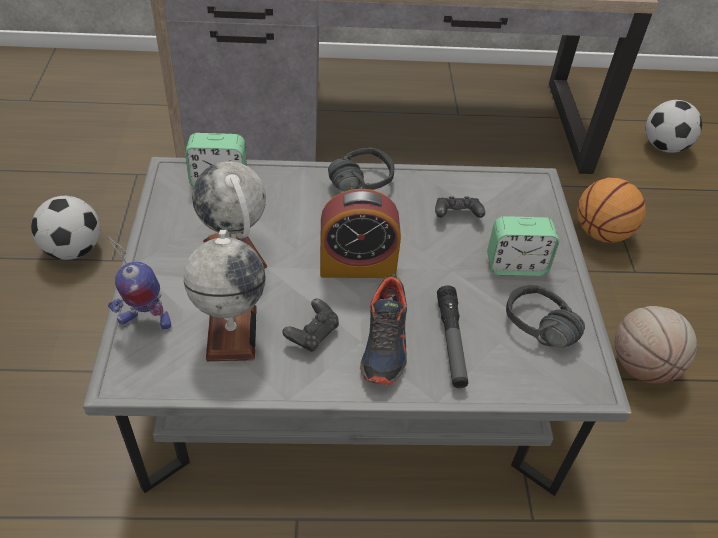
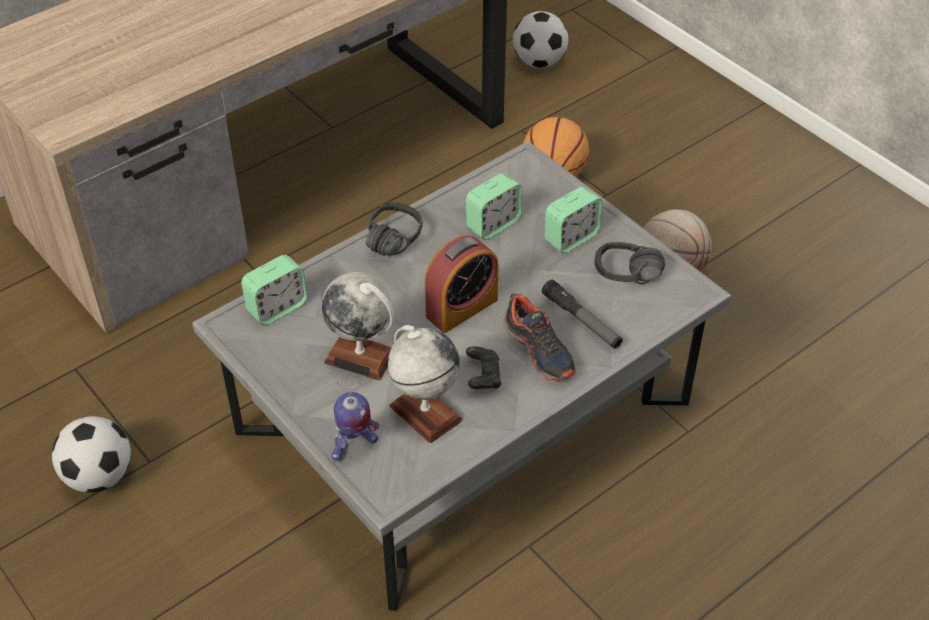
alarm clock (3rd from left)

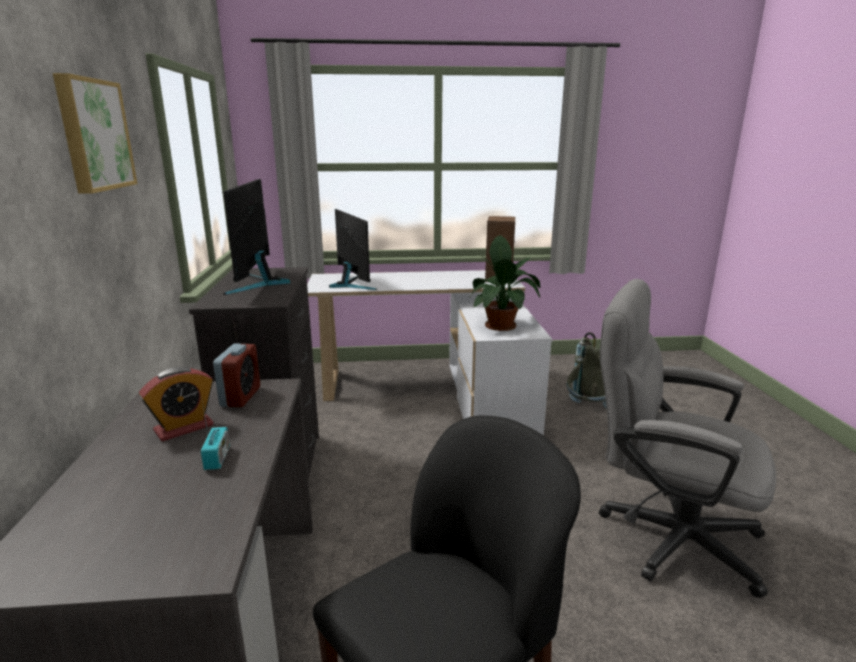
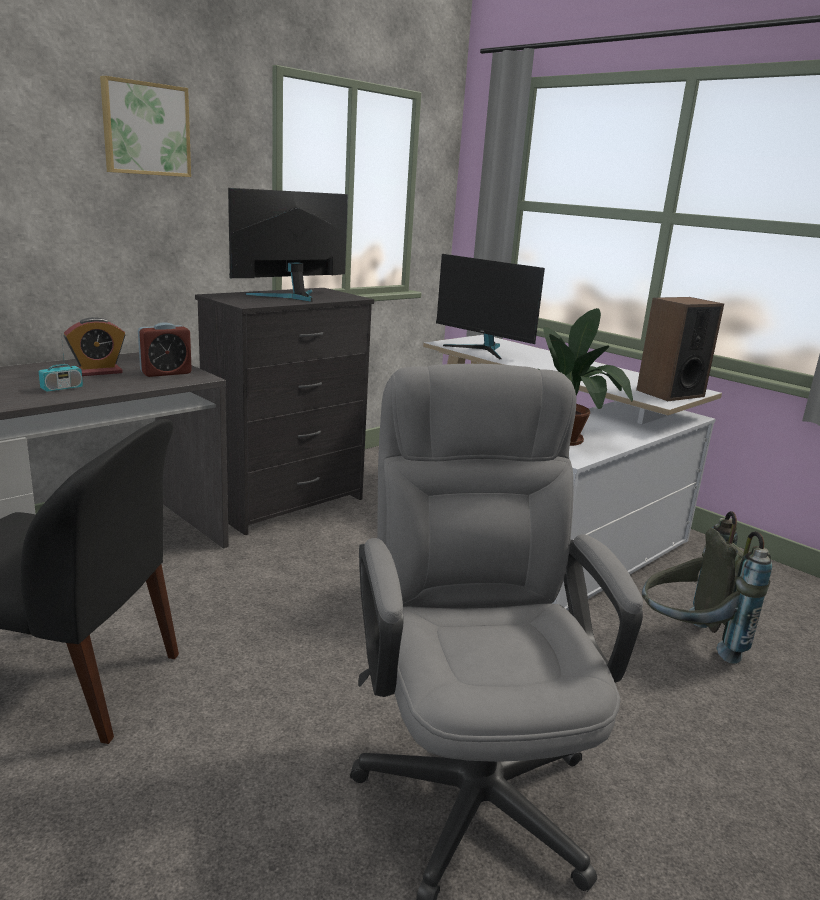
monitor (2nd from left)
alarm clock (1st from left)

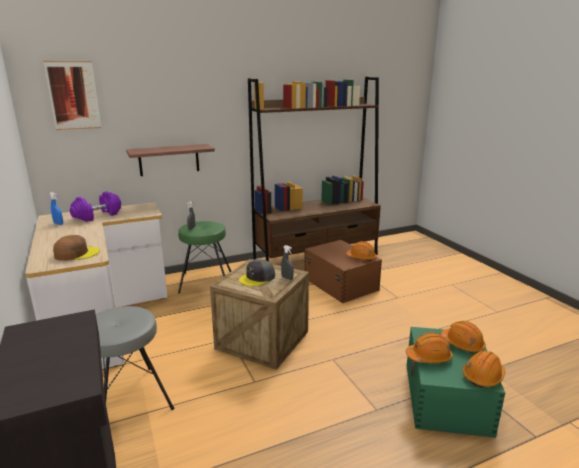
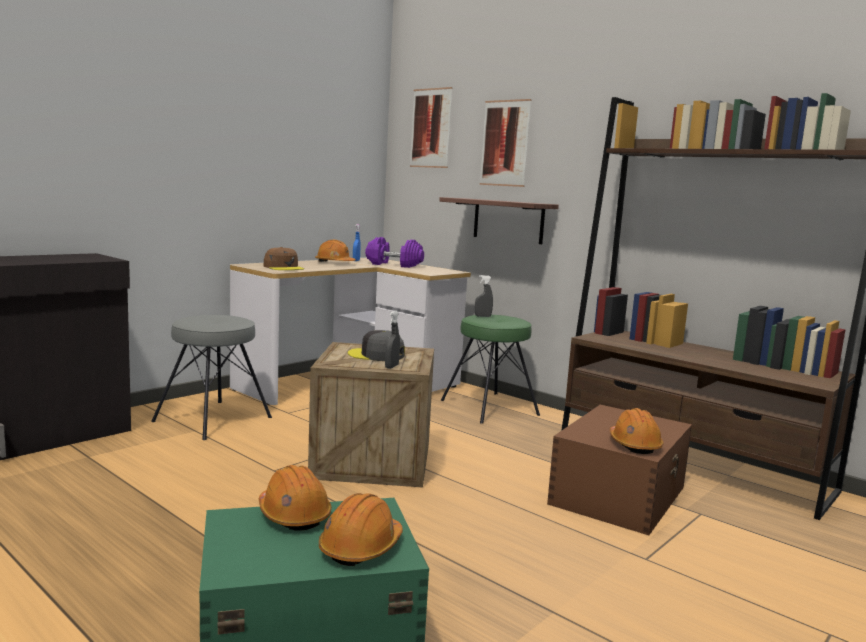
orange-coloured hard hat (2nd from left)
picture (2nd from left)

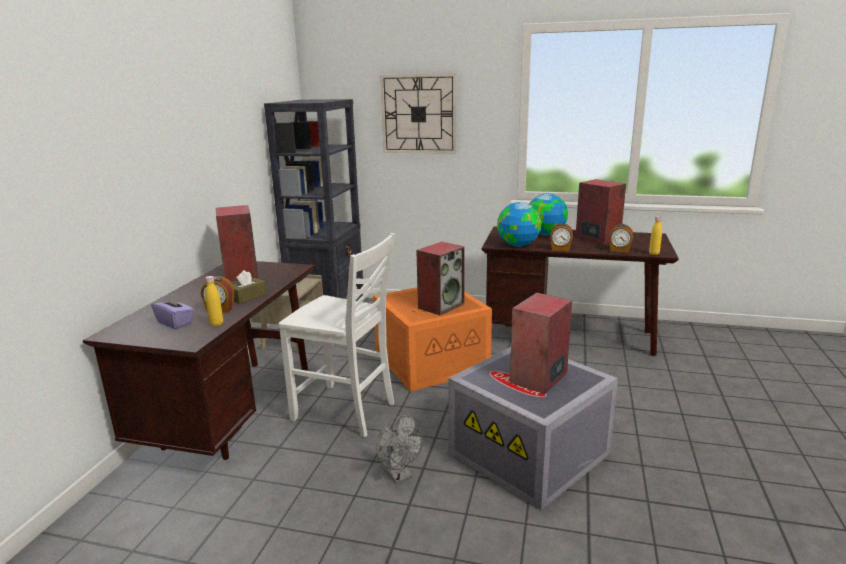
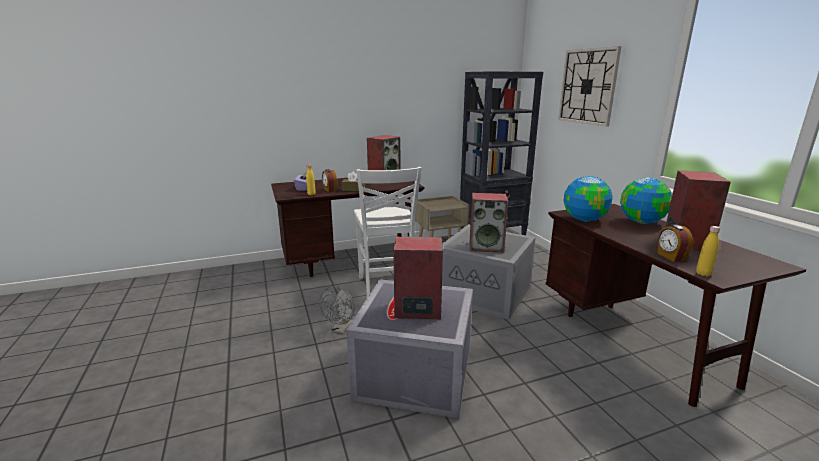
alarm clock (2nd from left in the first image)
gray storage container (2nd from left)

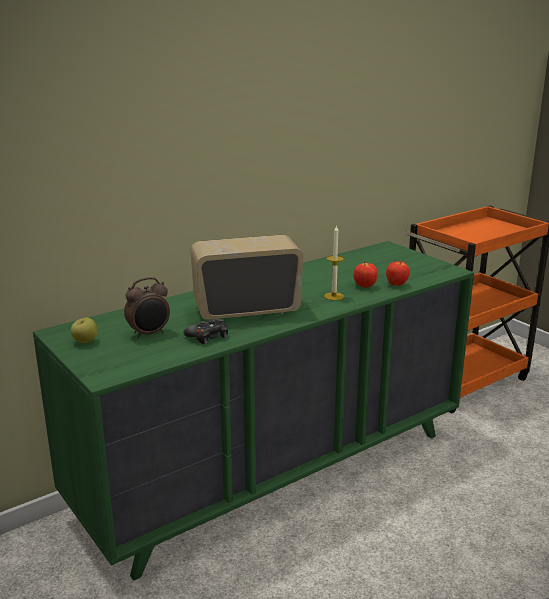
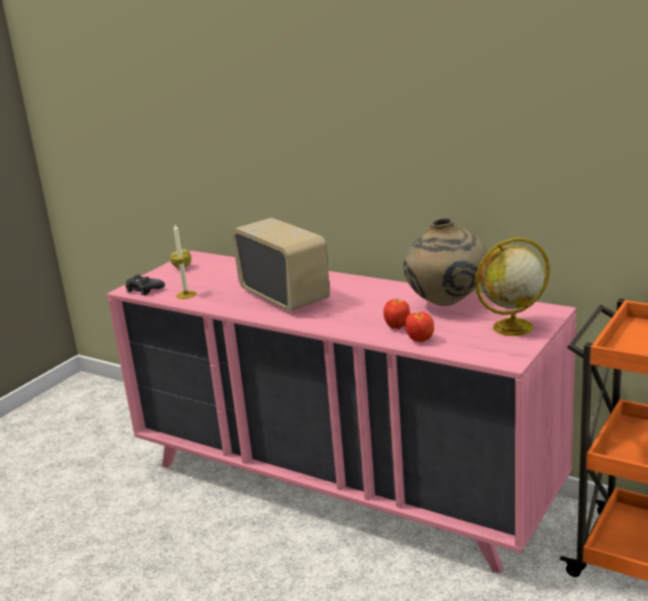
candle
pinkish dresser
alarm clock
blackish game controller
sand-coloured flower vase
world globe

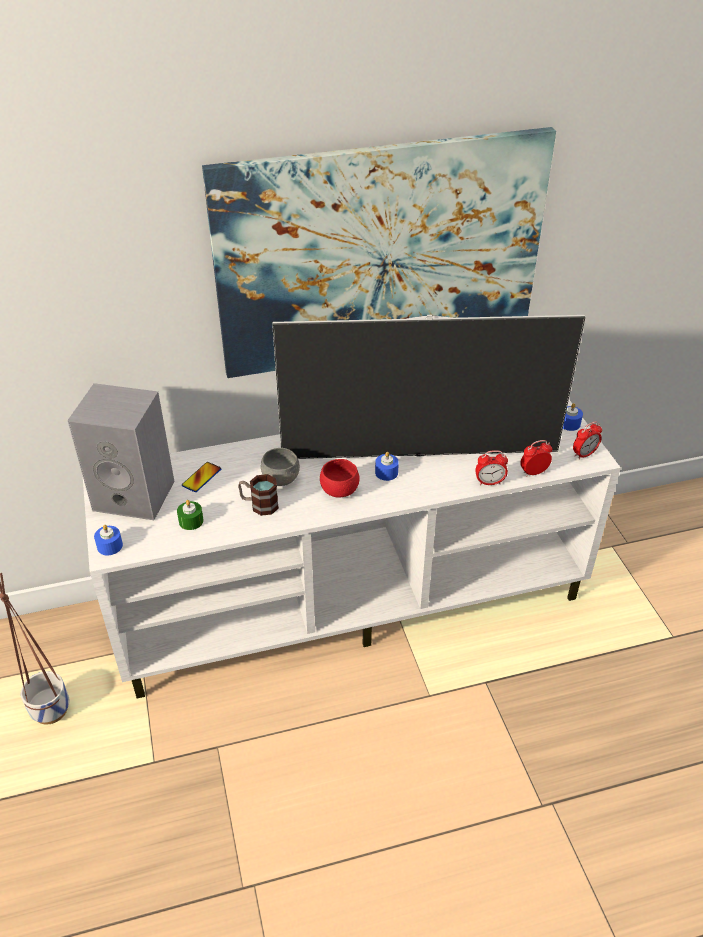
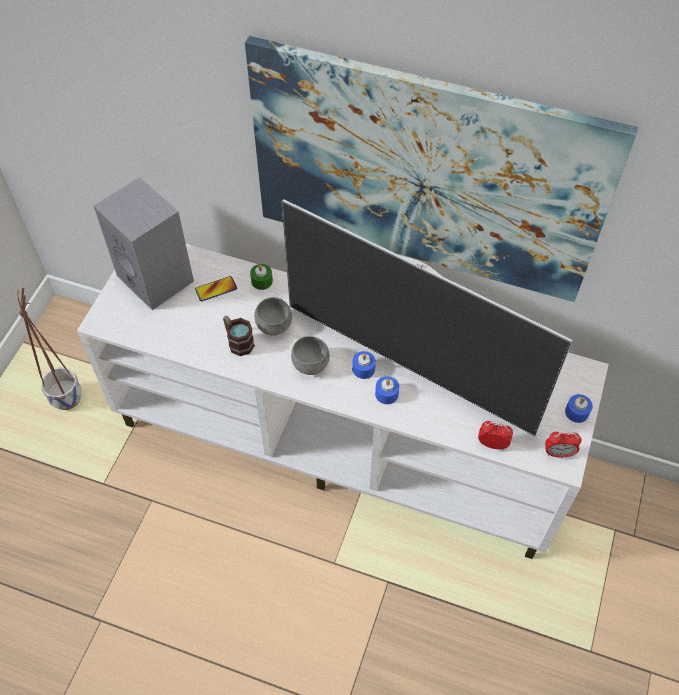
alarm clock (1st from left in the first image)
gray deep dish (2nd from left)
greenish candle
blue candle (2nd from left)

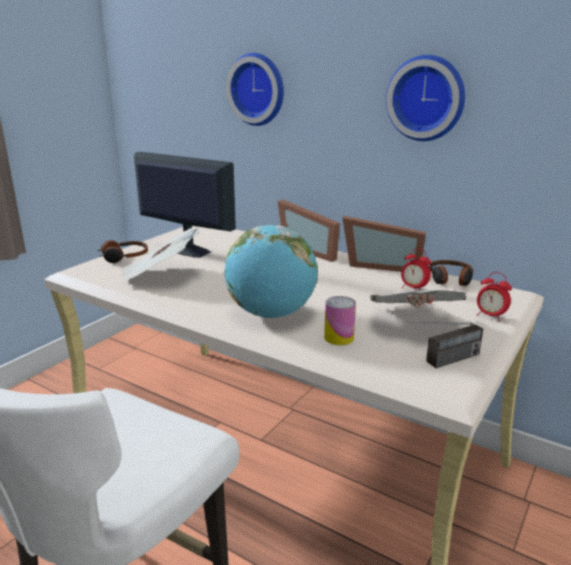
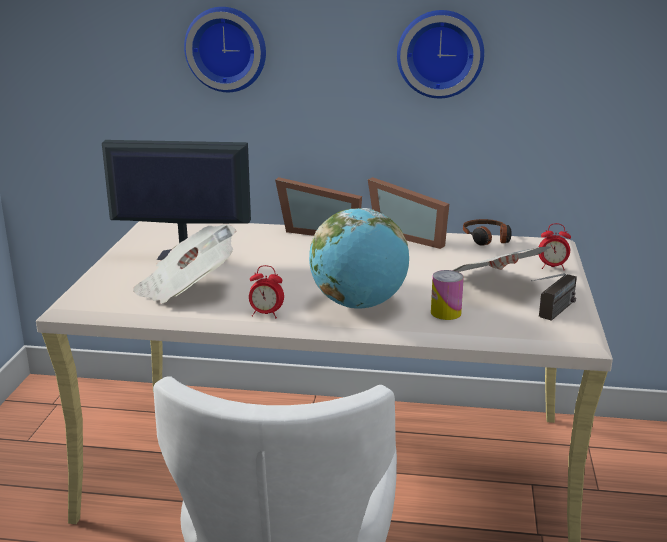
photo frame (2nd from left)
headset (1st from left in the first image)
alarm clock (1st from left)

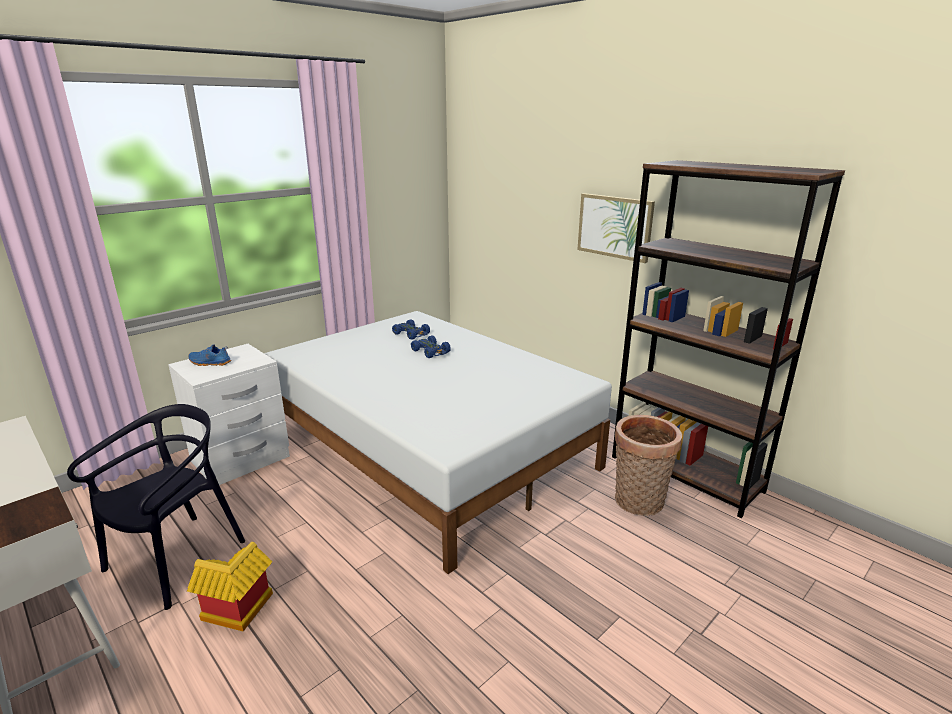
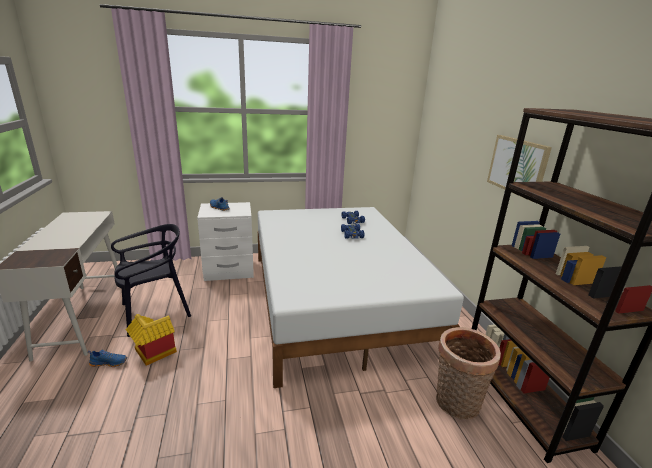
blue low shoe (1st from left)

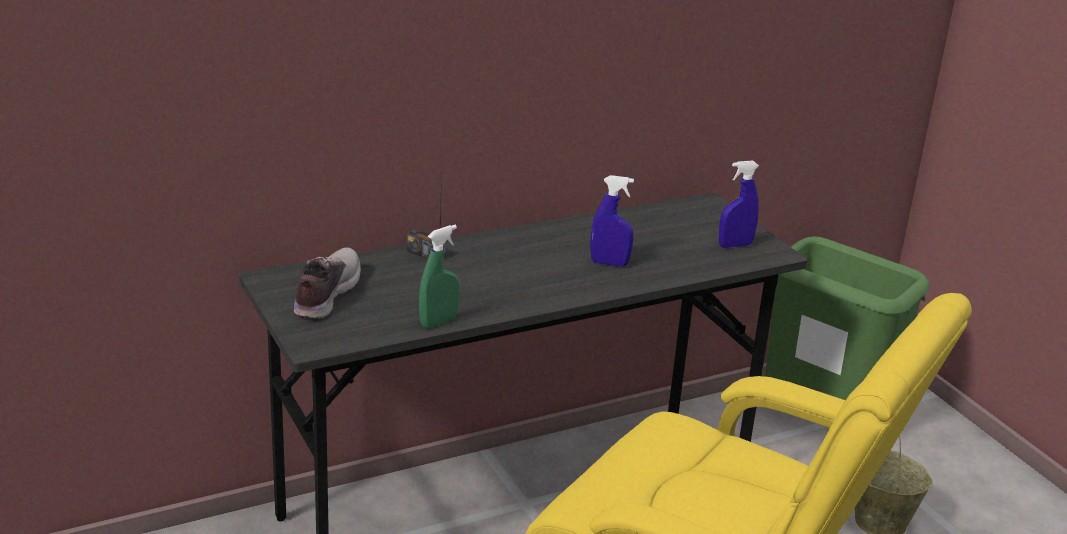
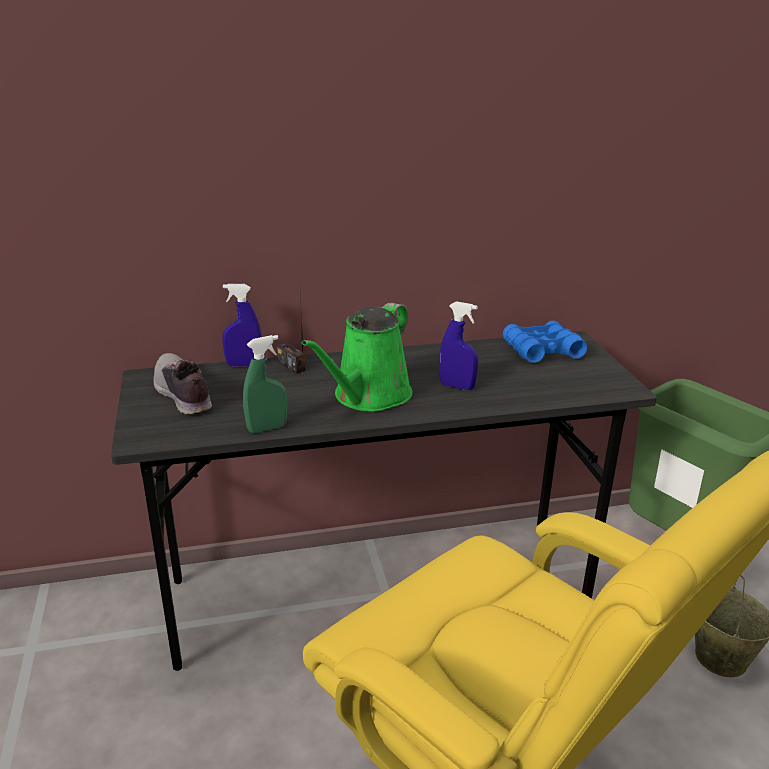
blue sprayer (1st from left)
low shoe
greenish watering pot
blue pair of binoculars

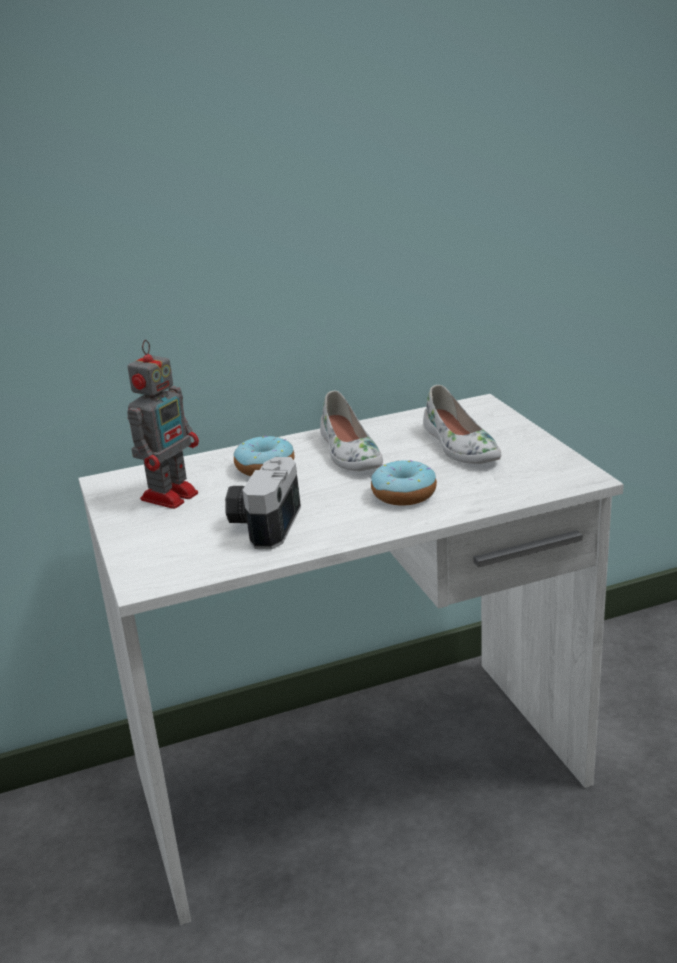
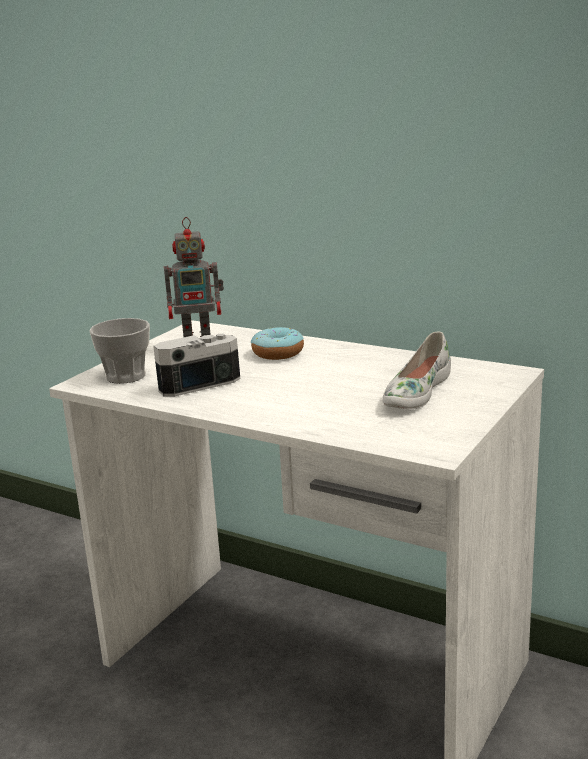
white low shoe (1st from left in the first image)
donut (2nd from left in the first image)
drinking cup

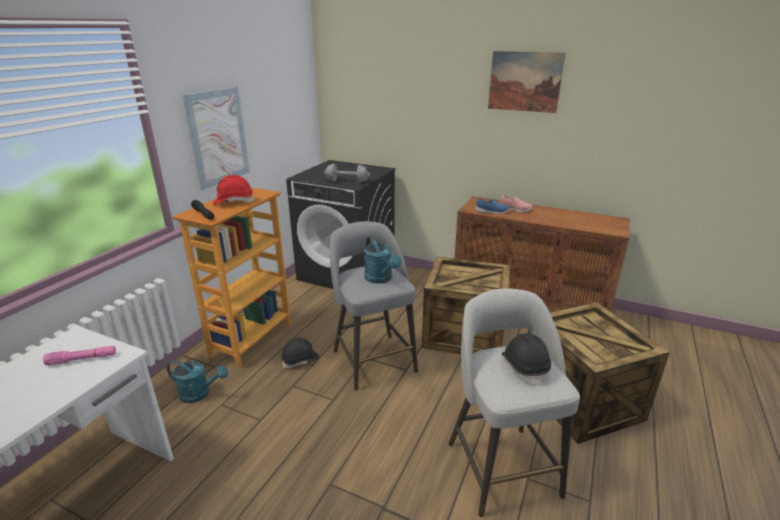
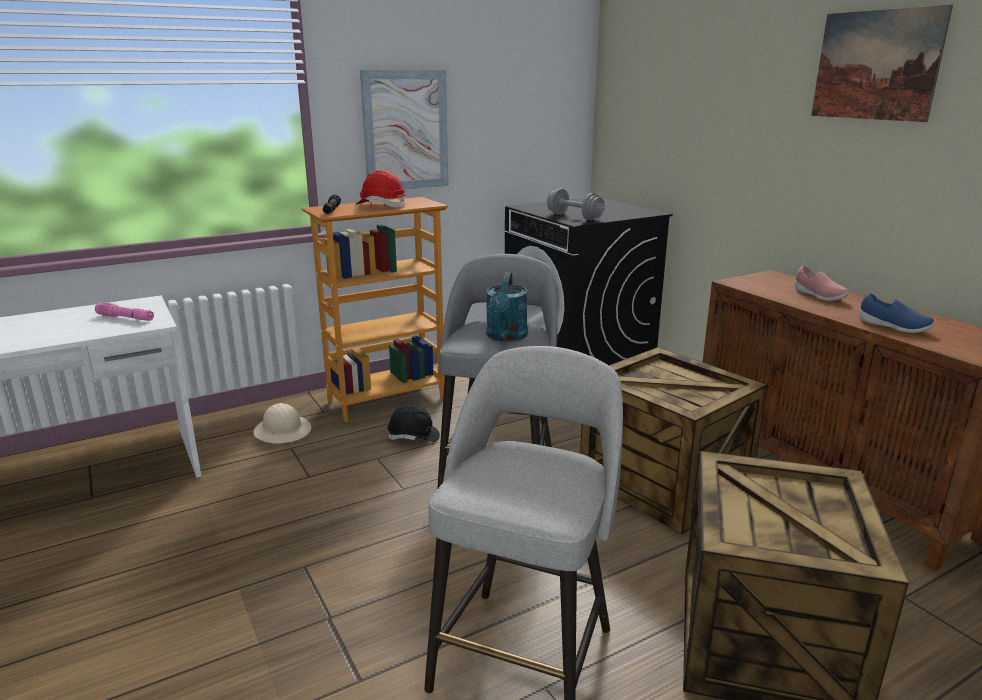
blue low shoe
blackish hard hat (2nd from left in the first image)
sand-coloured hard hat

